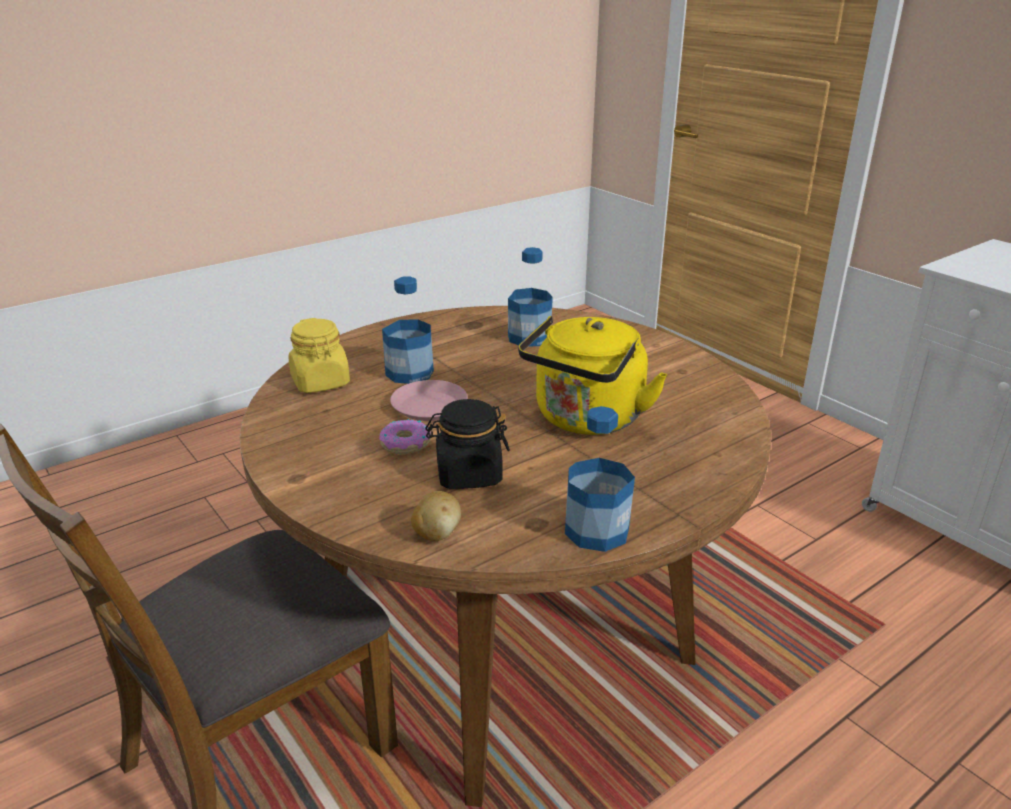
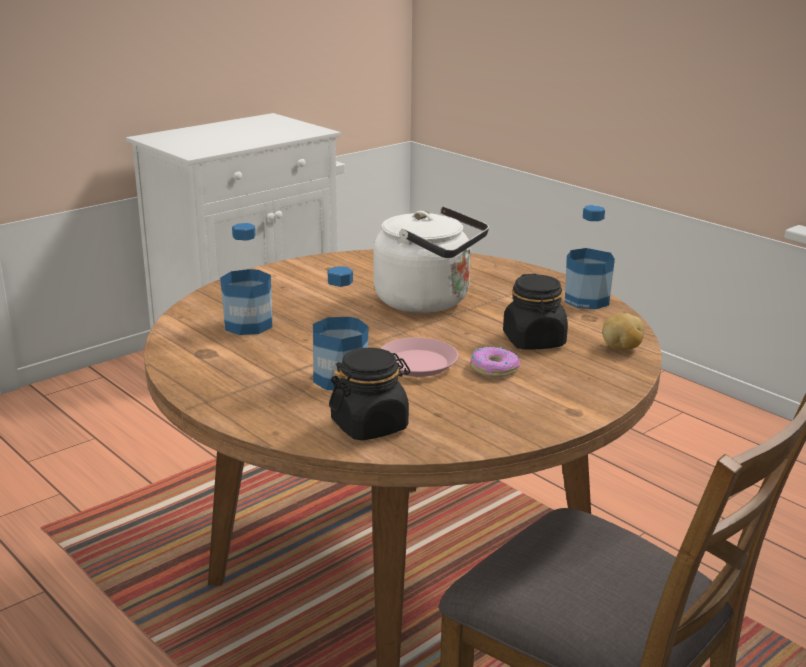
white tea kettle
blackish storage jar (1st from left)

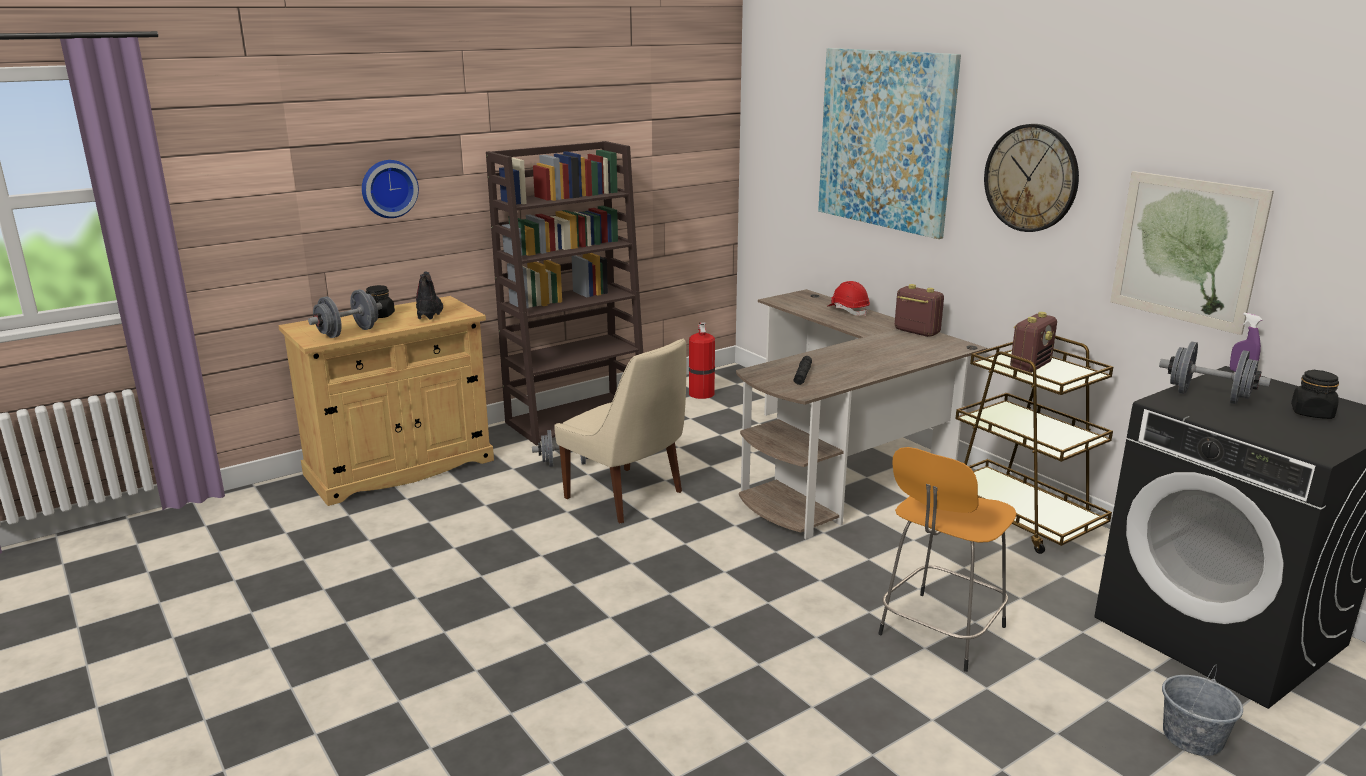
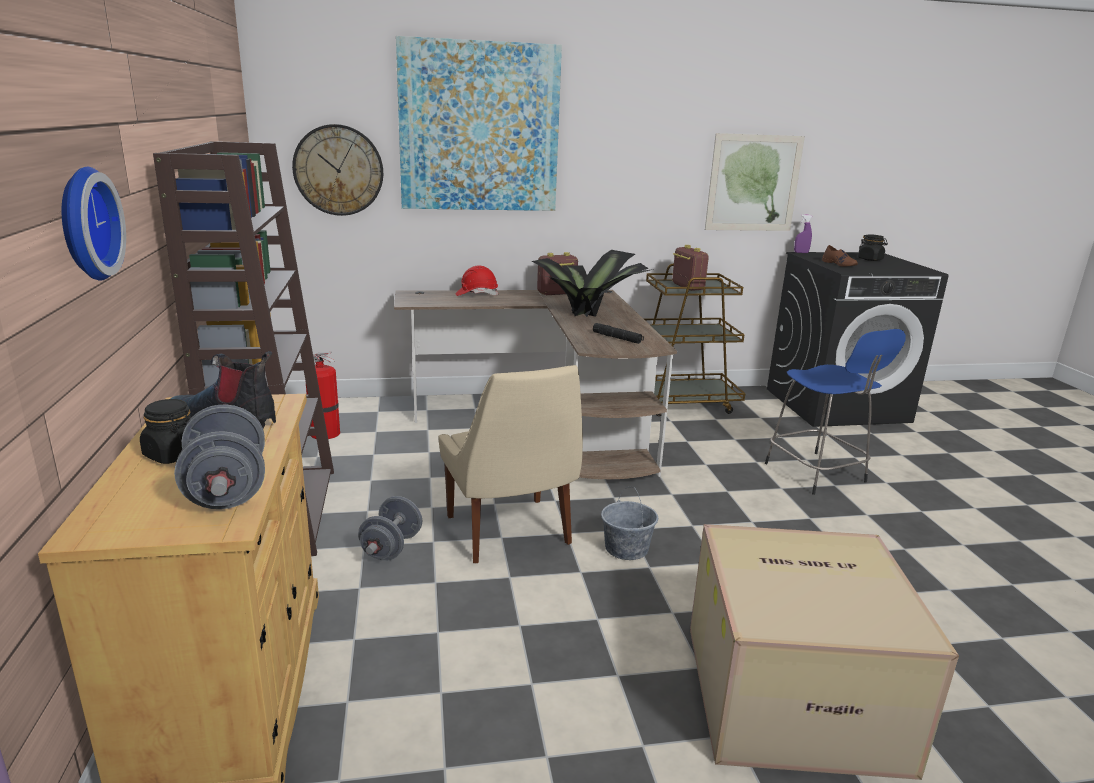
wall clock (2nd from left)
sand-coloured chair
brown-coloured low shoe
blue stool seat
gray pail
plant in a pot
carton

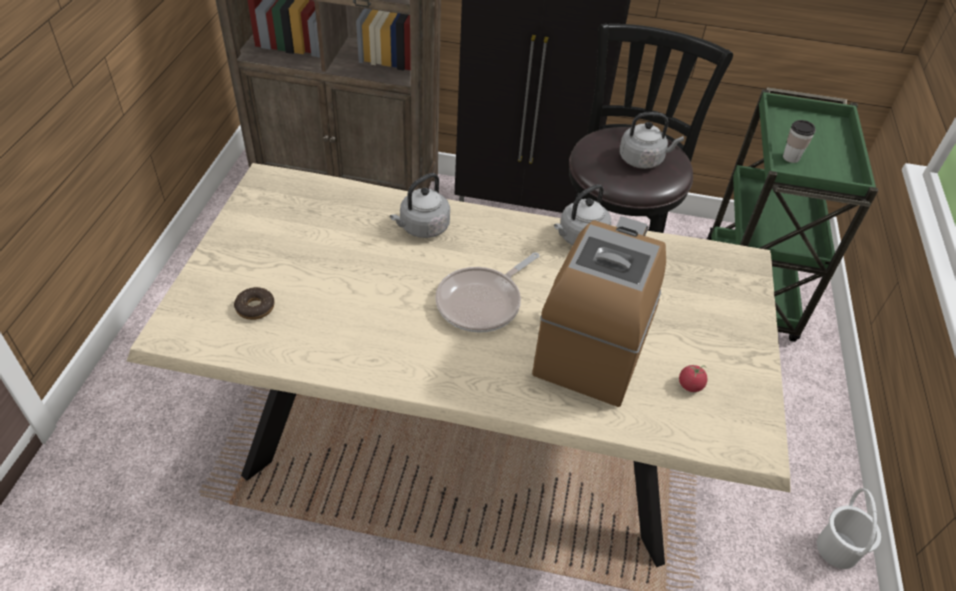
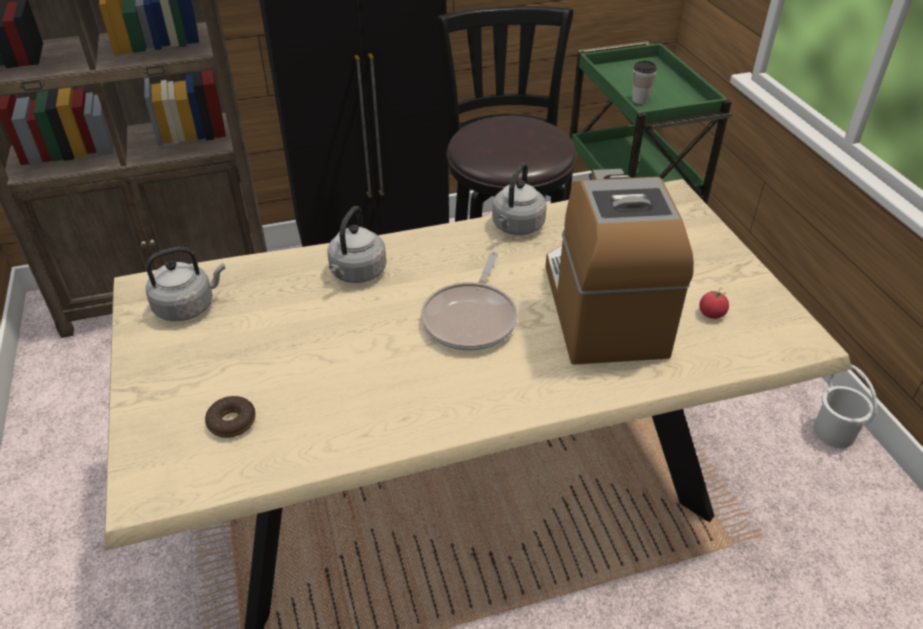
gray tea kettle (1st from left)

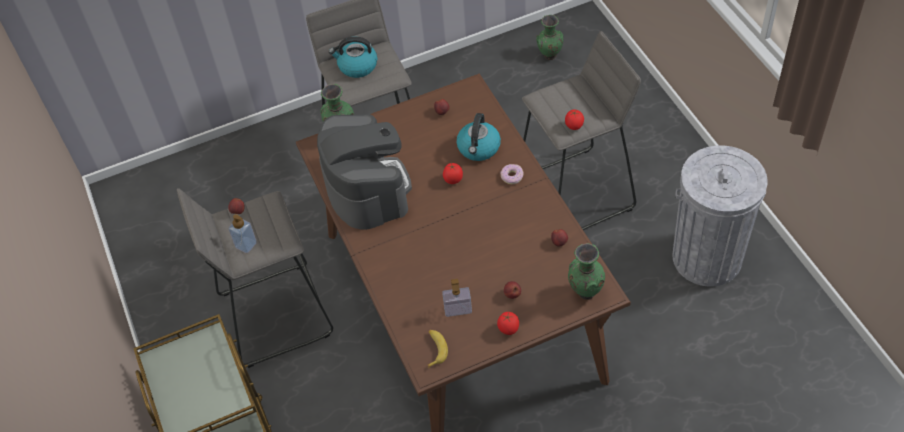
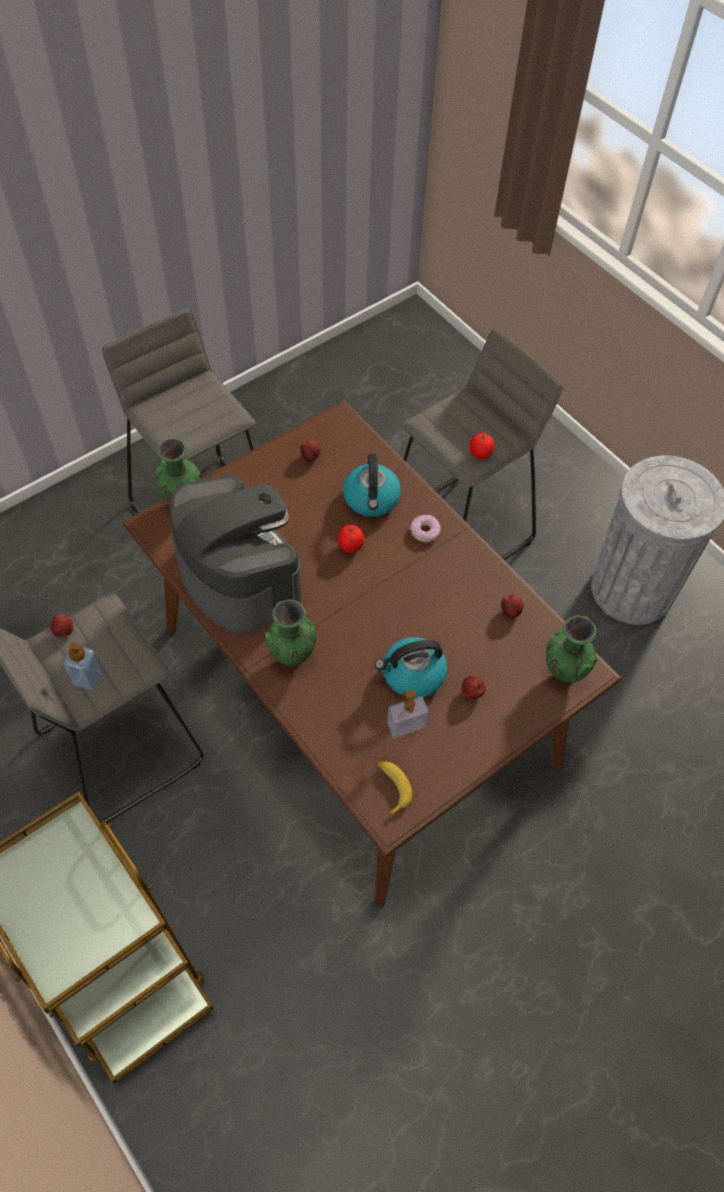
greenish flower vase (2nd from left)
tea kettle (2nd from left)
whole tomato (2nd from left in the first image)

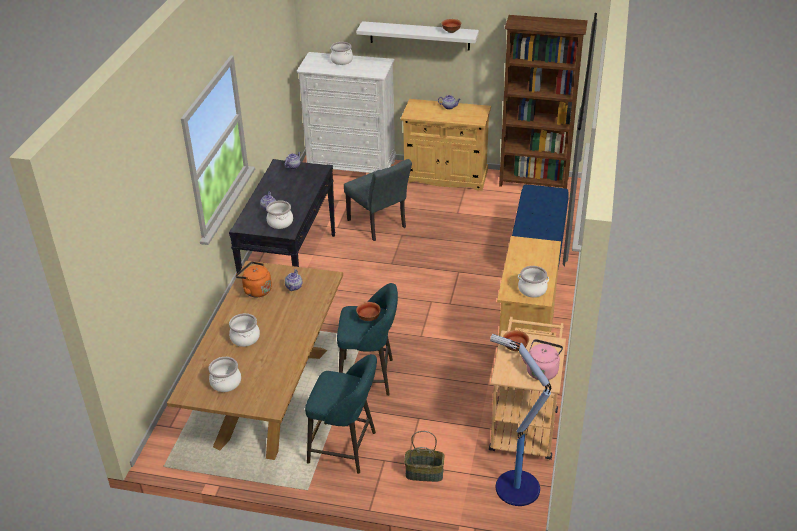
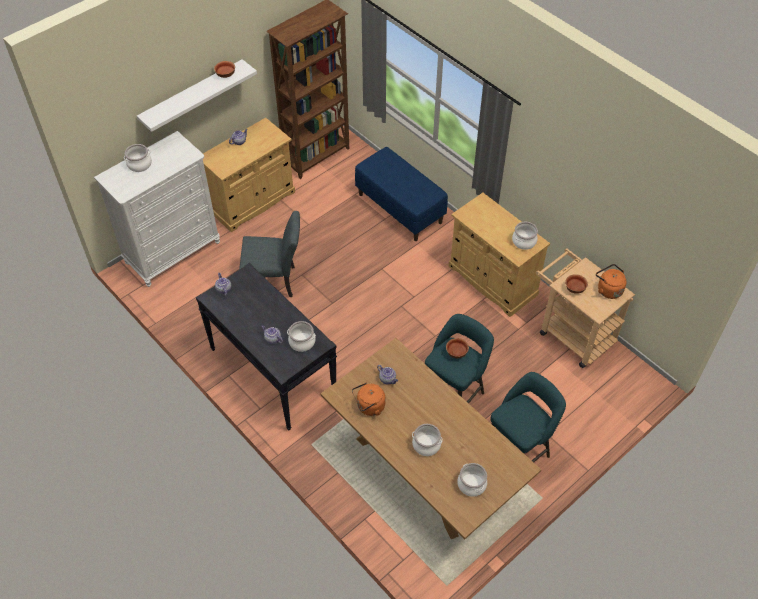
floor lamp
orange-coloured tea kettle (2nd from left)
basket

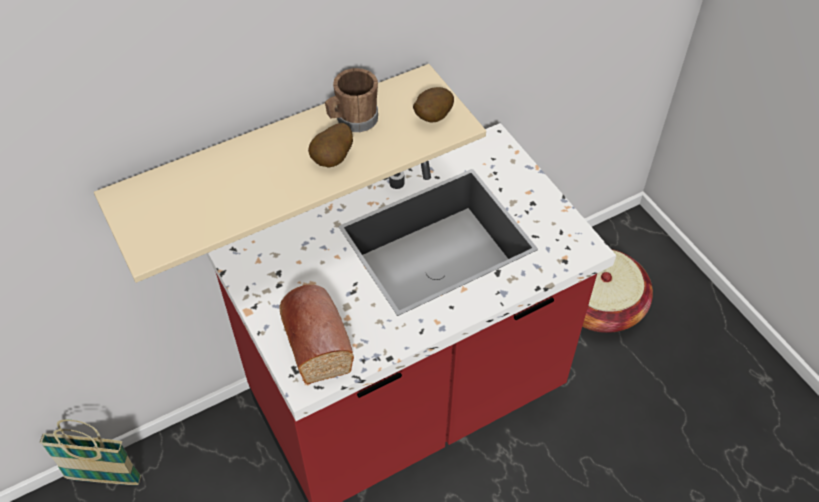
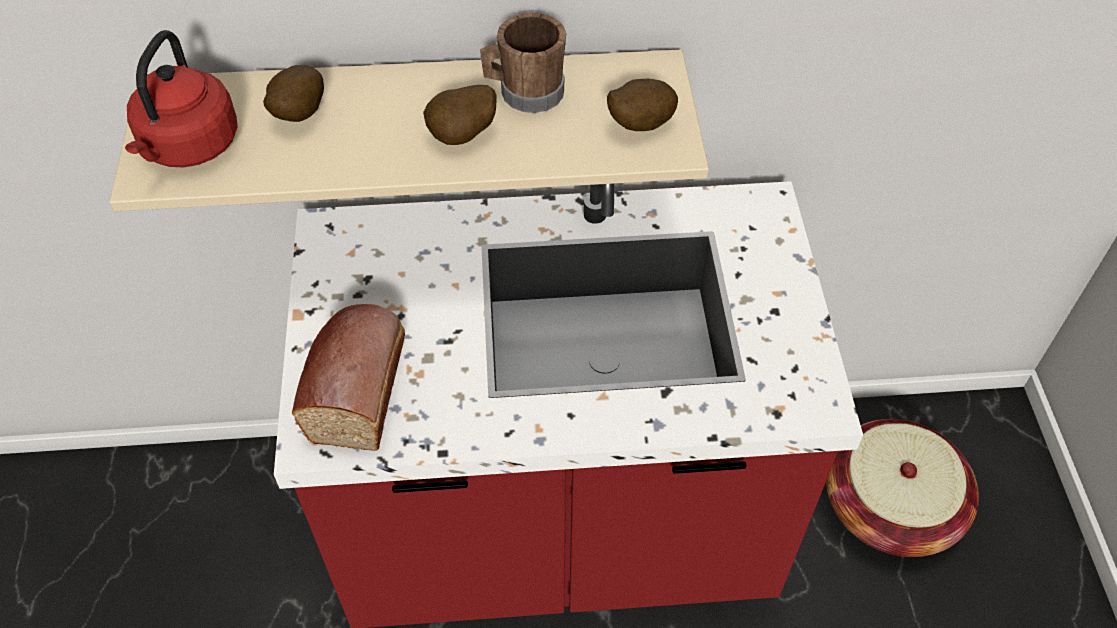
basket (1st from left in the first image)
reddish tea kettle
potato (1st from left)

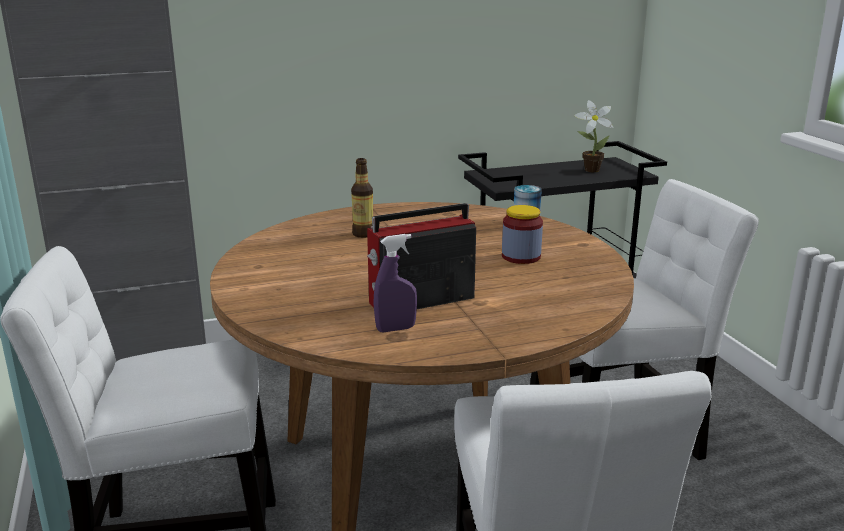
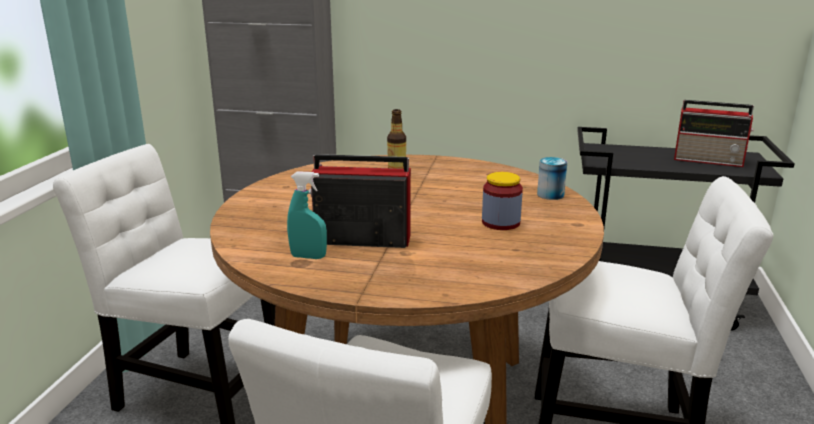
radio (2nd from left)
turquoise-coloured sprayer

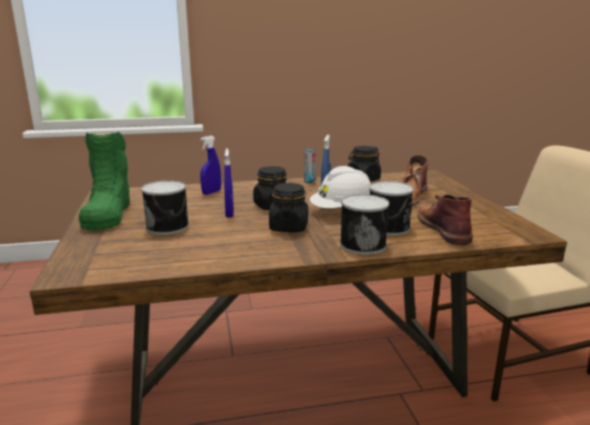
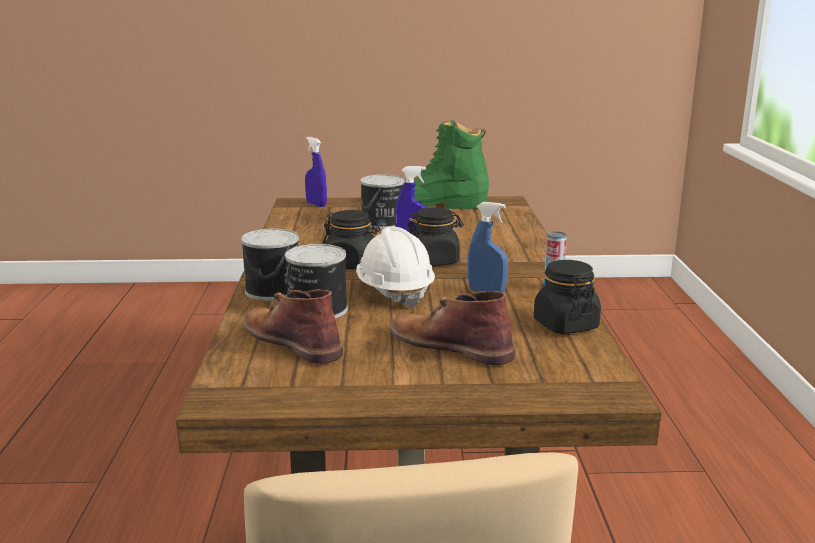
blue sprayer (1st from left)
brown-coloured tall boot (1st from left)

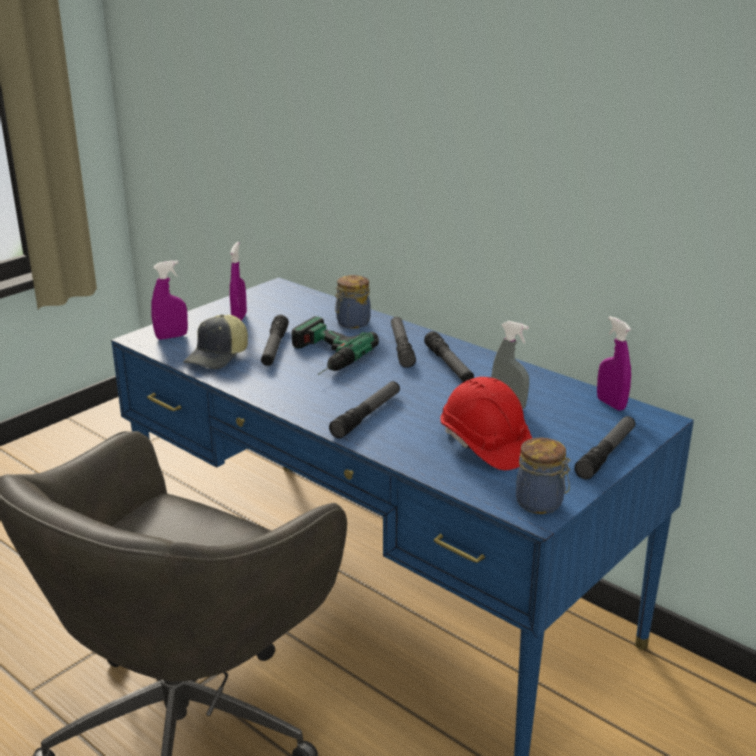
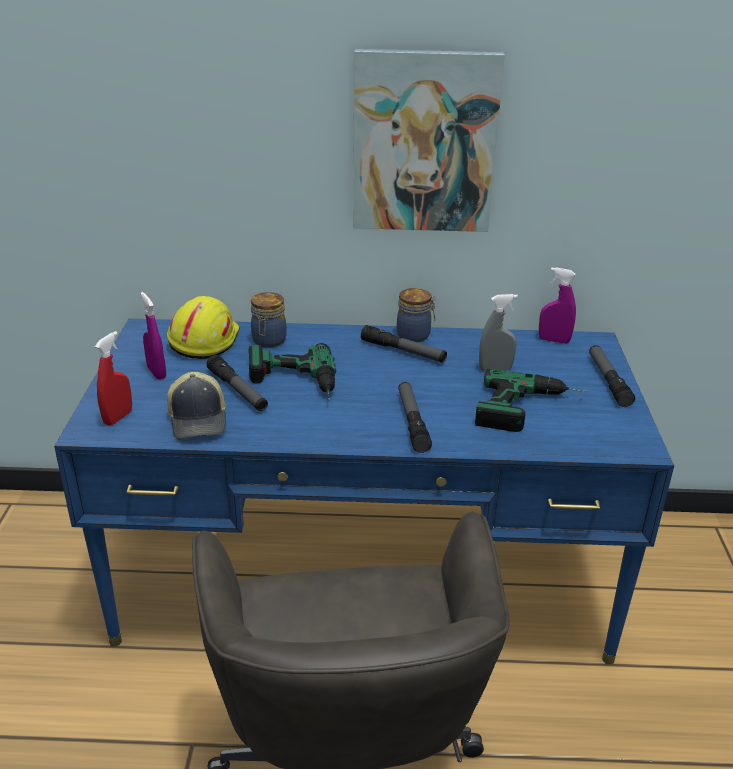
reddish sprayer
torch (3rd from left in the first image)
electric drill (2nd from left)
storage jar (2nd from left)
picture
yellow hard hat

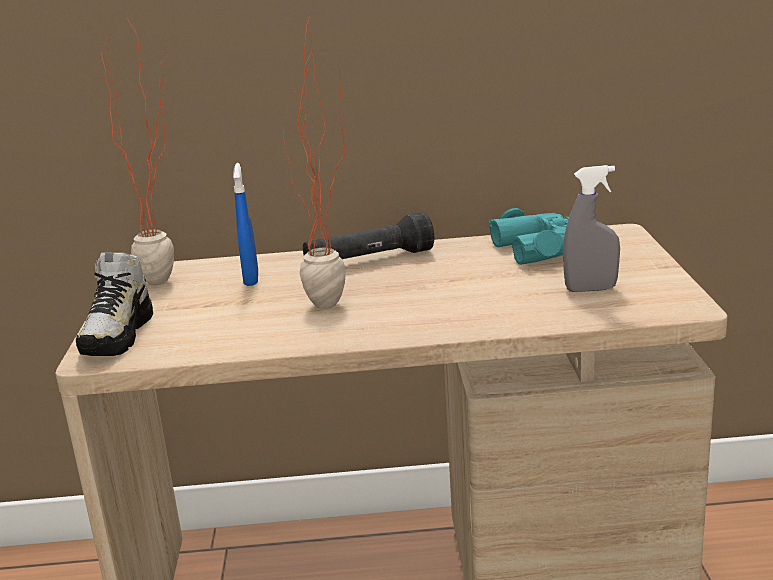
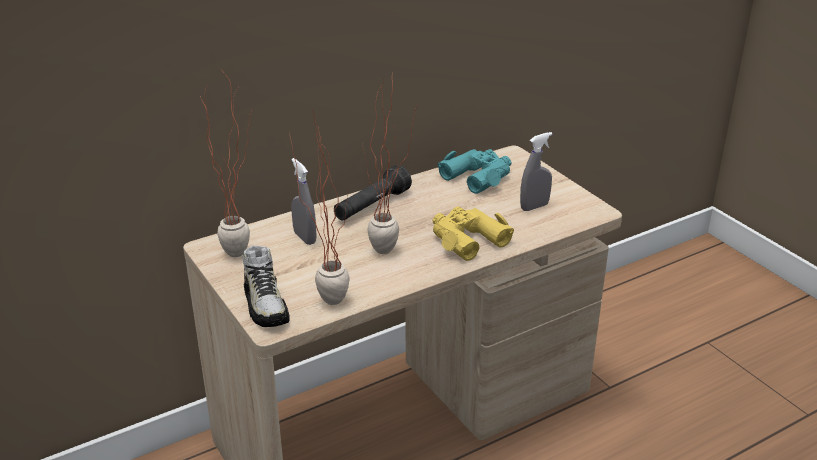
gray sprayer (1st from left)
plant in a pot (2nd from left)
yellow pair of binoculars

